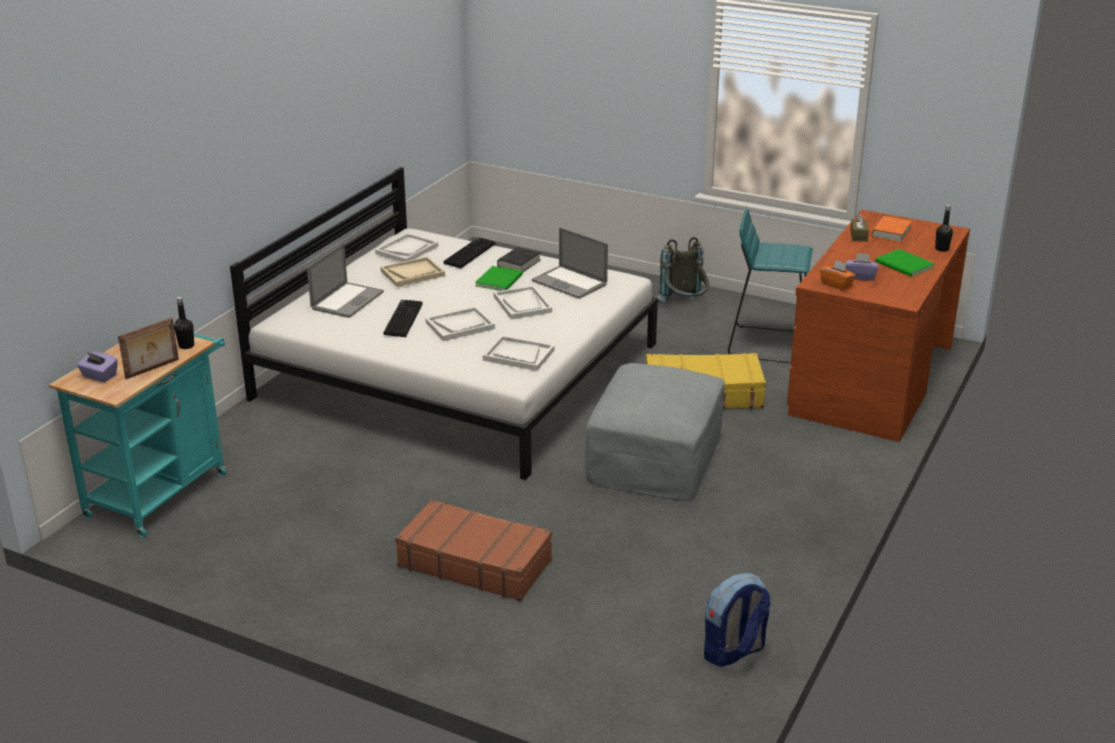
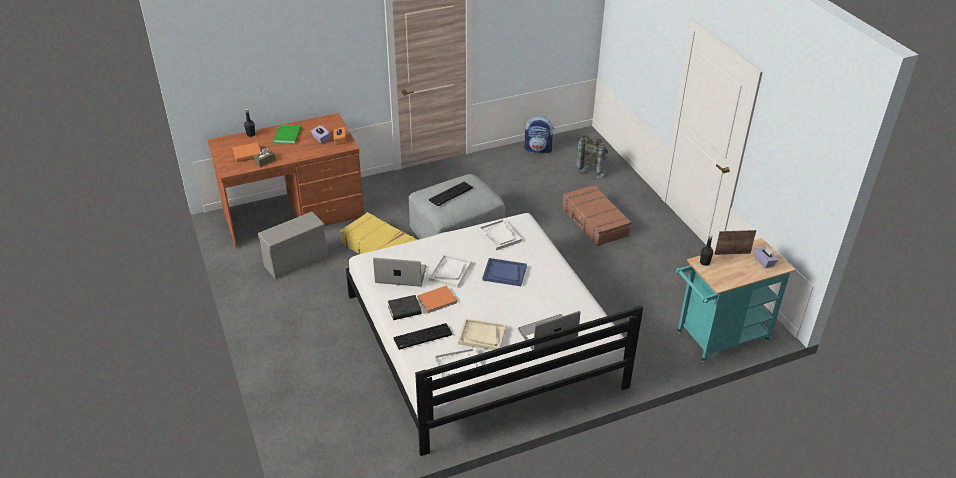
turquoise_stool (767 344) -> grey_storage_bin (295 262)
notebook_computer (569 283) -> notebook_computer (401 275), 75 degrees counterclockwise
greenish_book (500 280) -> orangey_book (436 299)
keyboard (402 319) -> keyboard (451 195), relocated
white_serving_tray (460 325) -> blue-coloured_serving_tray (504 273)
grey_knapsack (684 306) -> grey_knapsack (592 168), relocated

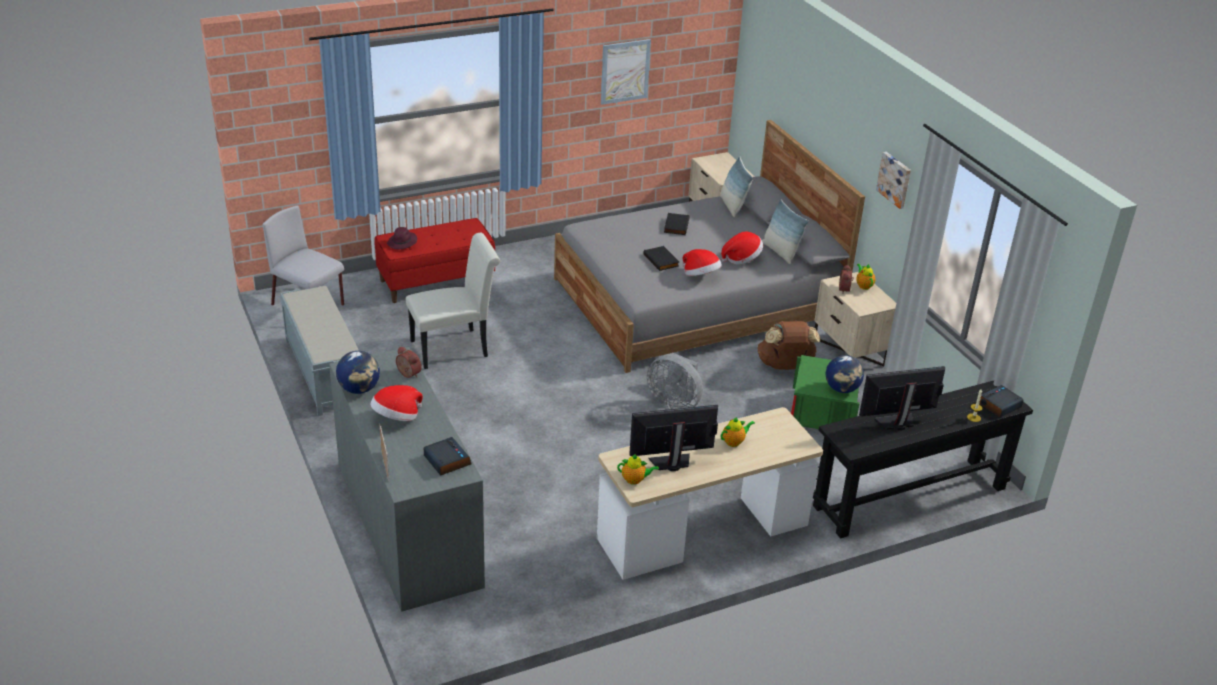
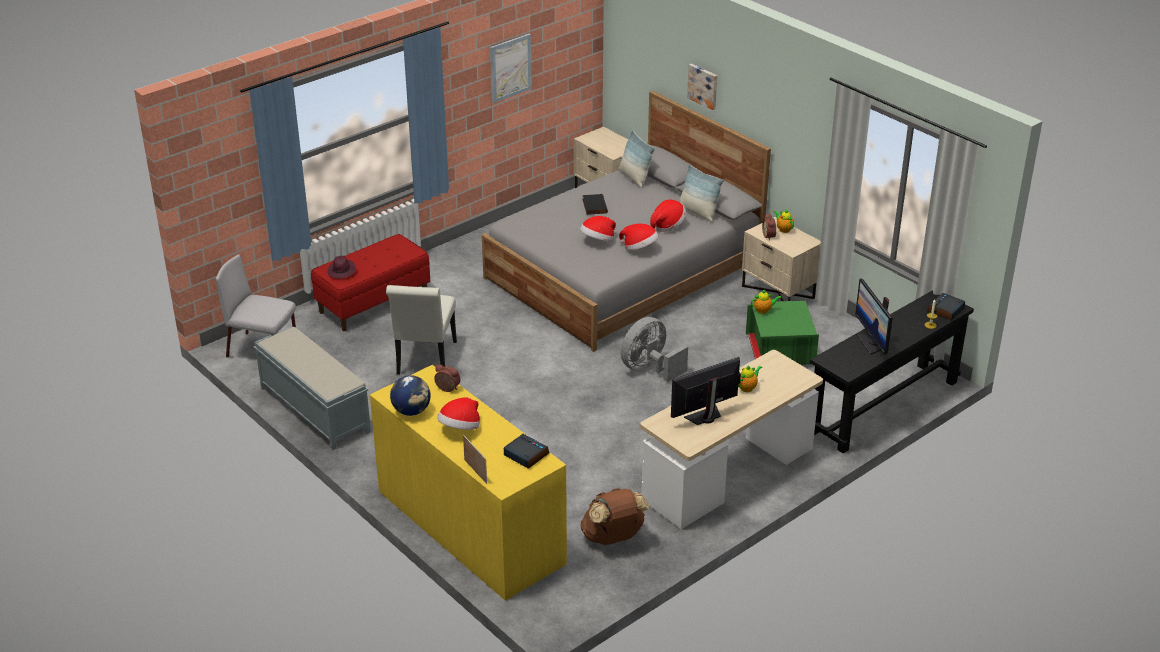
grey_dresser (408 524) -> yellowish_dresser (470 526)
white_chair (455 348) -> white_chair (425 361), 135 degrees clockwise
black-coloured_book (662 260) -> hat (598 241)
brown_knapsack (785 366) -> brown_knapsack (613 538), relocated
grey_cooling_fan (674 403) -> grey_cooling_fan (649 369), 120 degrees clockwise
wall_picture (895 179) -> wall_picture (703 86), relocated
teapot (635 480) -> teapot (763 310), relocated
computer_screen (897 423) -> computer_screen (871 343), 75 degrees counterclockwise
globe (842 389) -> none

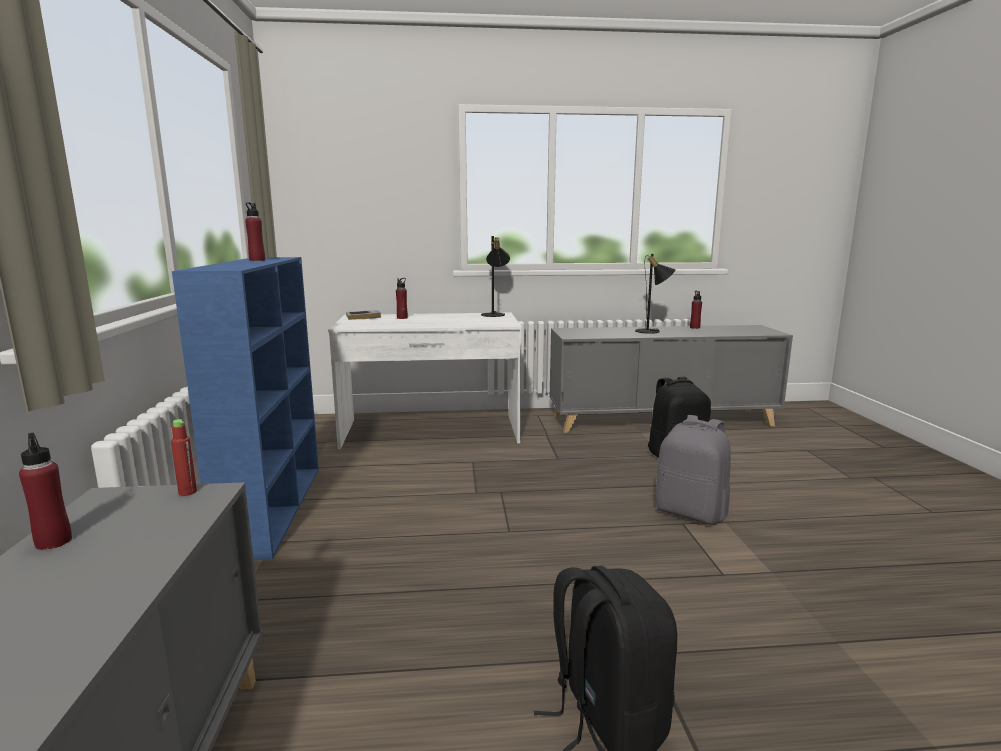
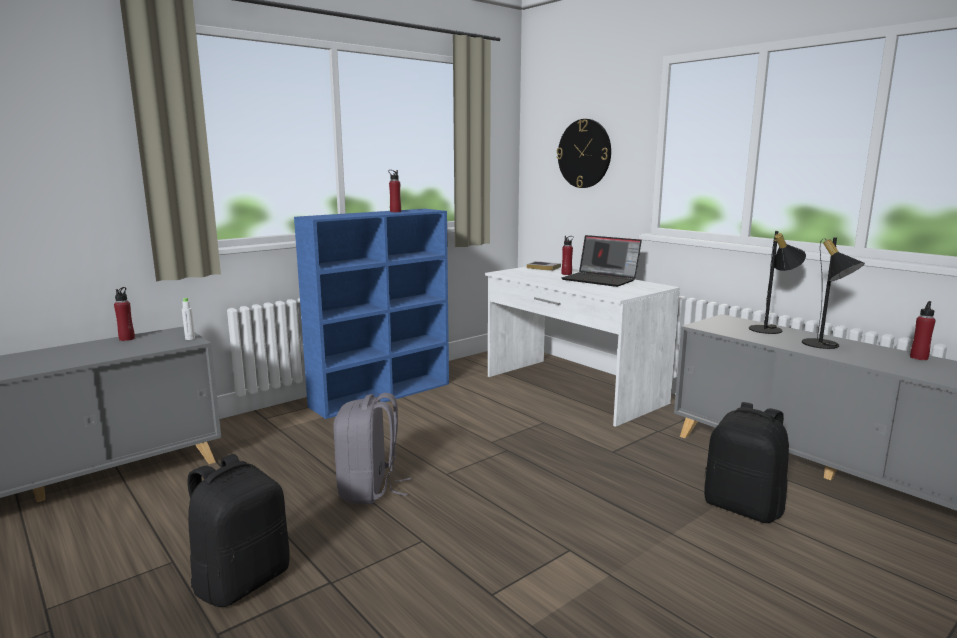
red_bottle (187 492) -> white_bottle (190 338)
grey_knapsack (691 512) -> grey_knapsack (369 490), relocated
none -> clock_on_the_wall (584 153)
none -> notebook_computer (601 280)
black-coloured_lamp_for_a_table (495 314) -> black-coloured_lamp_for_a_table (771 329), relocated

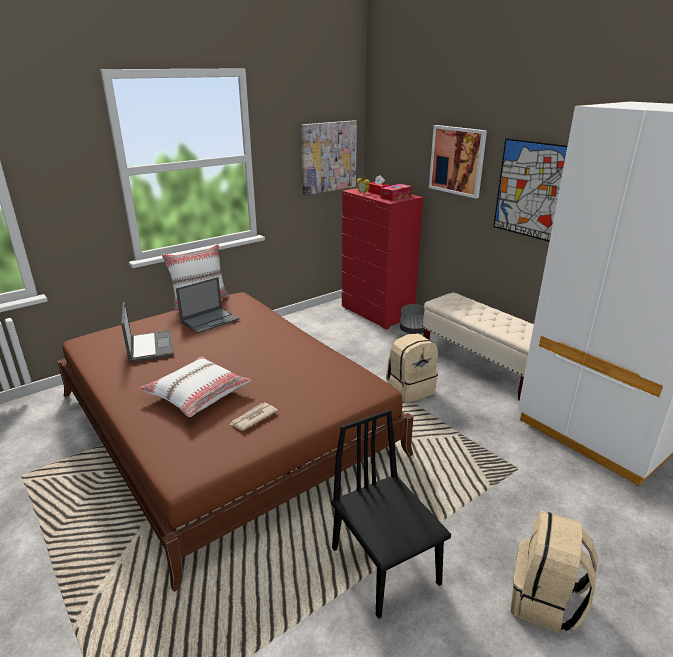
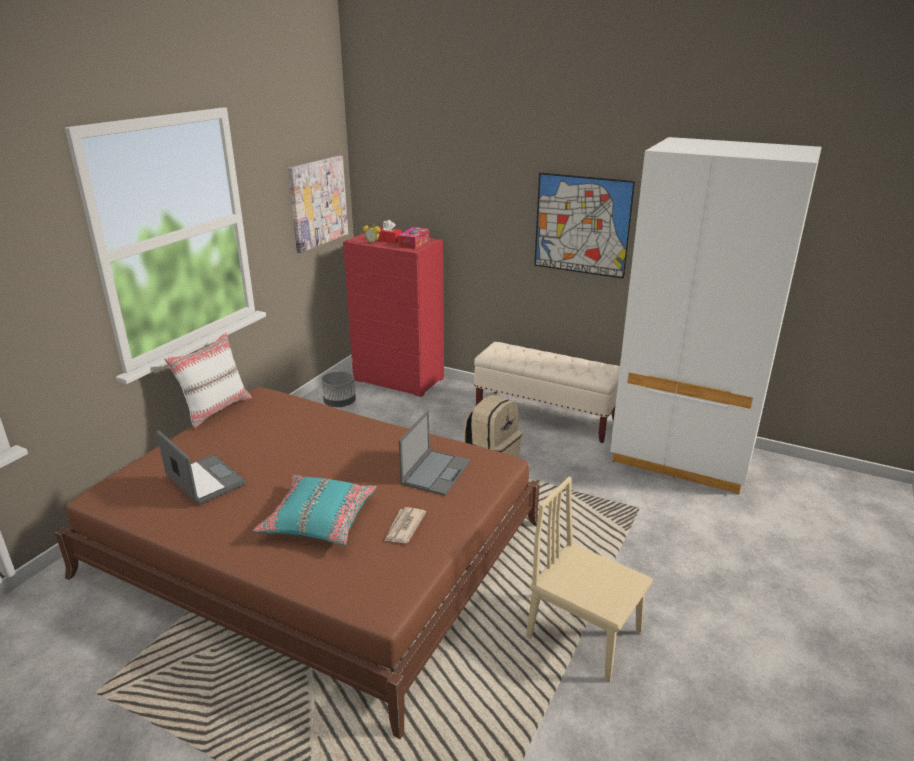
white_pillow (197 394) -> turquoise_pillow (319 519)
grey_flower_pot (413 331) -> grey_flower_pot (340 403), relocated
notebook_computer (210 320) -> notebook_computer (436 472), relocated
black-coloured_chair (385 566) -> beige_chair (584 635)
wall_picture (457 160) -> none
beige_knapsack (545 601) -> none

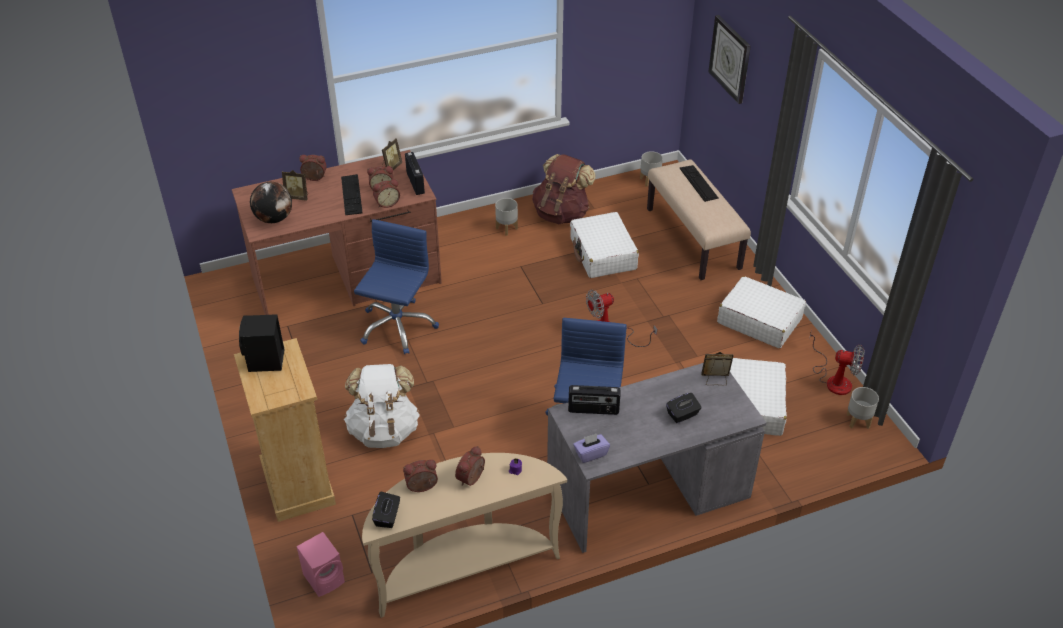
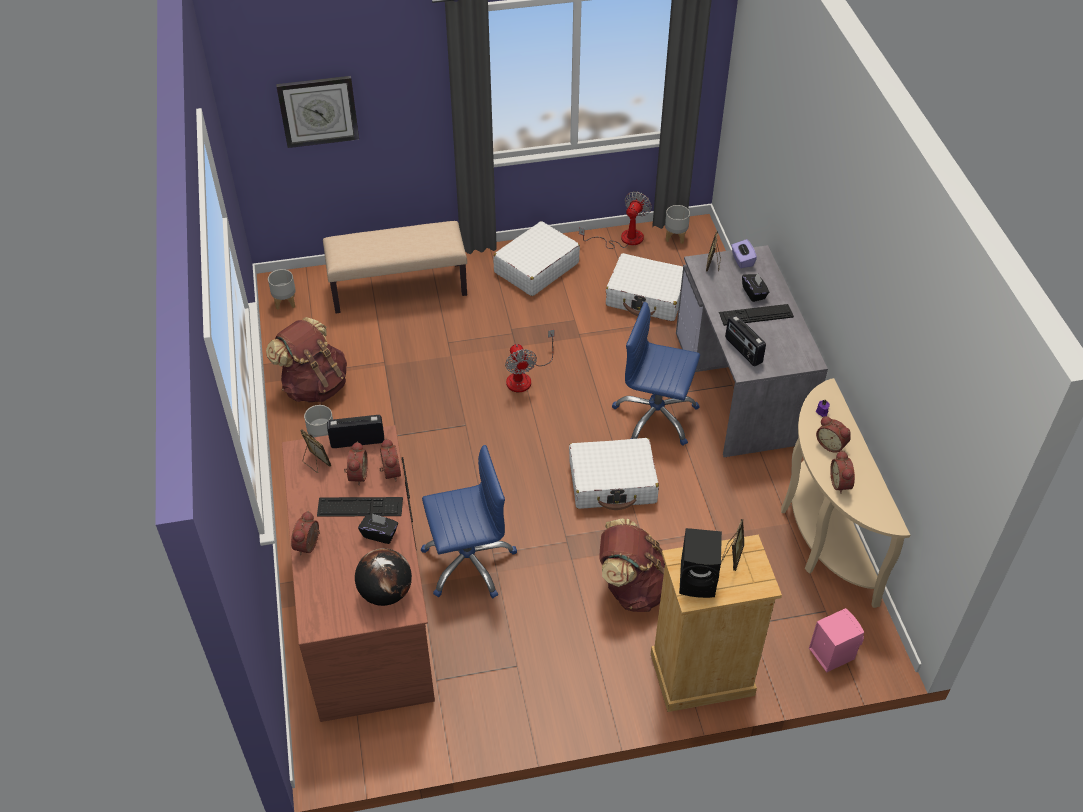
black-coloured_tissue_box (387 517) -> black-coloured_tissue_box (379 534), relocated
blue-coloured_desk_chair (397 326) -> blue-coloured_desk_chair (468 562), 135 degrees clockwise
white_travel_case (603 254) -> white_travel_case (612 482), relocated
white_knapsack (384 430) -> brown_knapsack (633 587)
keyboard (698 183) -> keyboard (756 314), relocated
photo_frame (297 197) -> photo_frame (731 556), relocated
radio_set (593 410) -> radio_set (743 350), 135 degrees clockwise
purple-coloured_tissue_box (590 453) -> purple-coloured_tissue_box (742 260), relocated

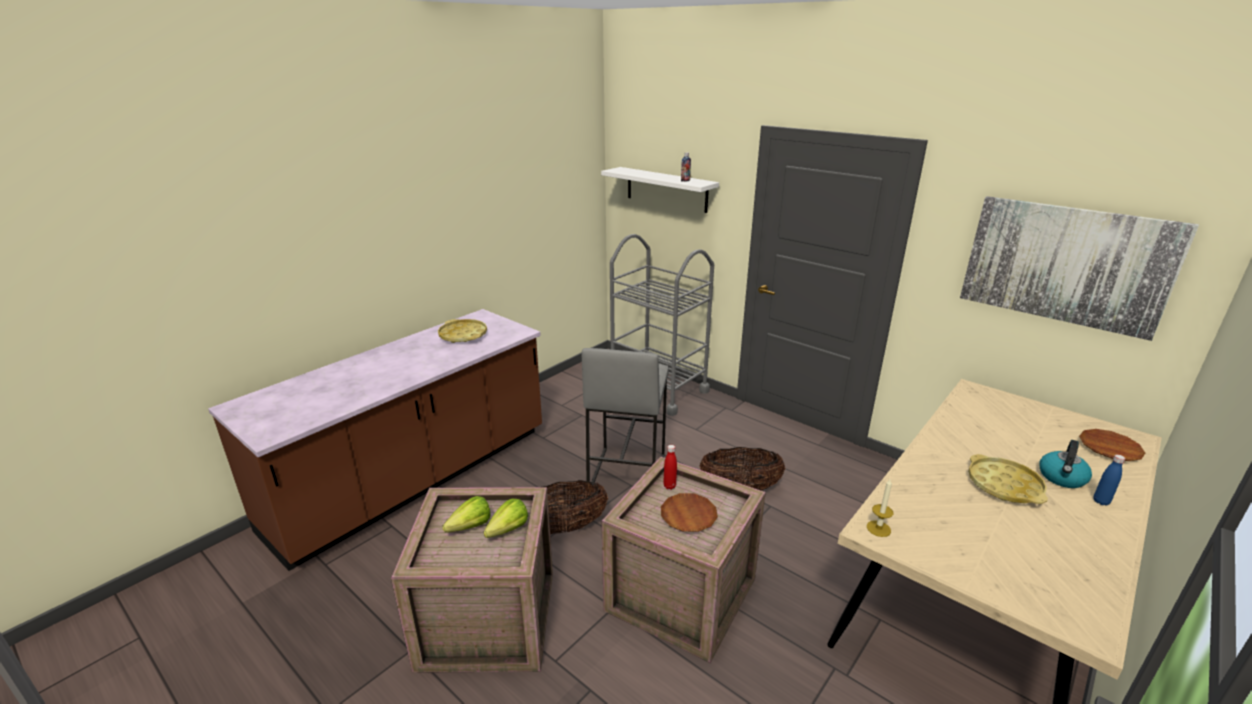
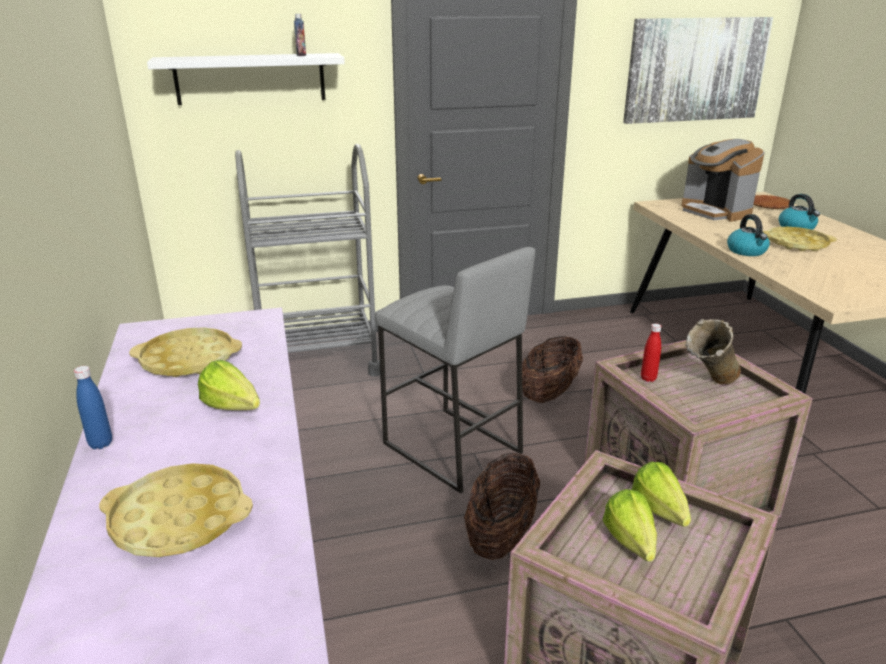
blue-coloured_bottle (1101 501) -> blue-coloured_bottle (101 444), relocated
none -> yellowish_serving_tray (179 518)
none -> lettuce (234 410)
none -> coffee_brewer (715 211)
brown_flat_dish (688 515) -> beige_decorative_vase (708 386)
none -> water_kettle (747 251)
wax_candle (878 528) -> none

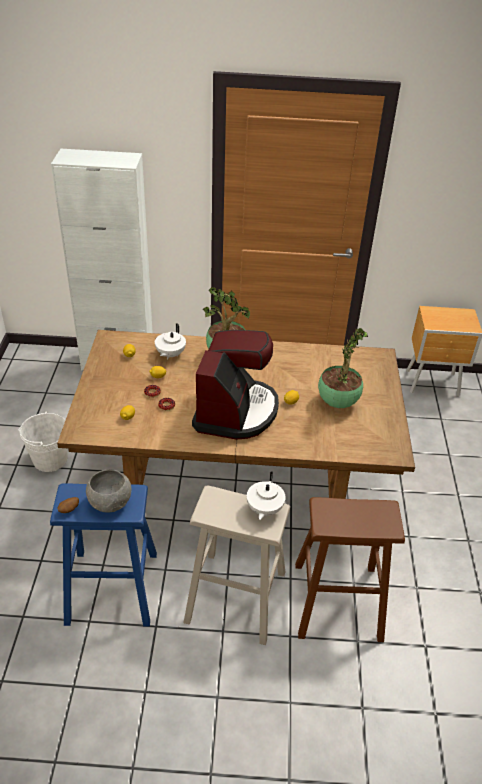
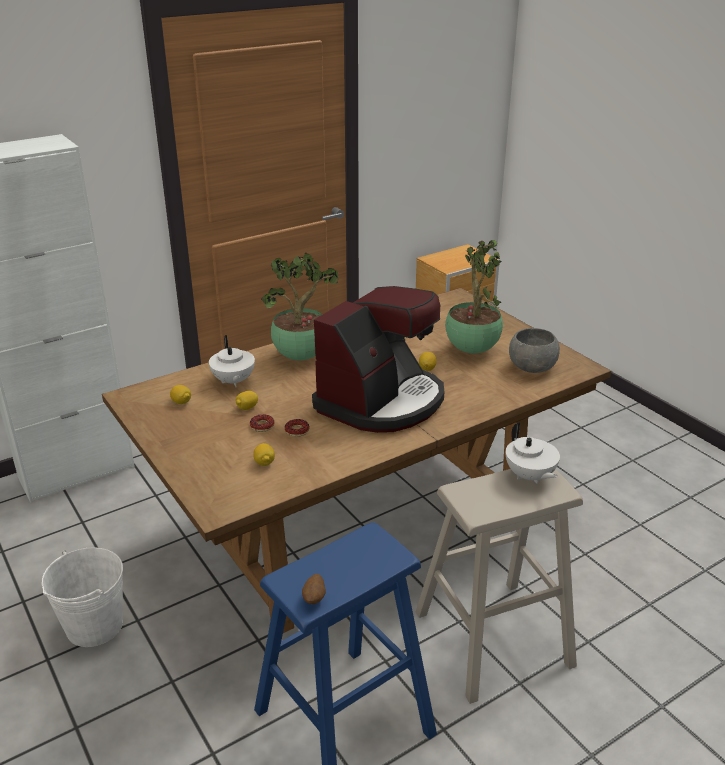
coffee_brewer (235 411) -> coffee_brewer (382 401), 60 degrees clockwise
grey_bowl (110 502) -> grey_bowl (532 367), relocated
brown_stool (337 601) -> none

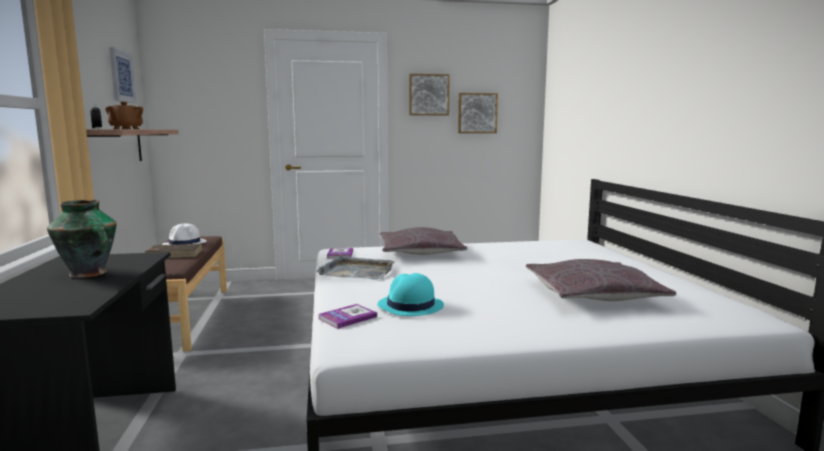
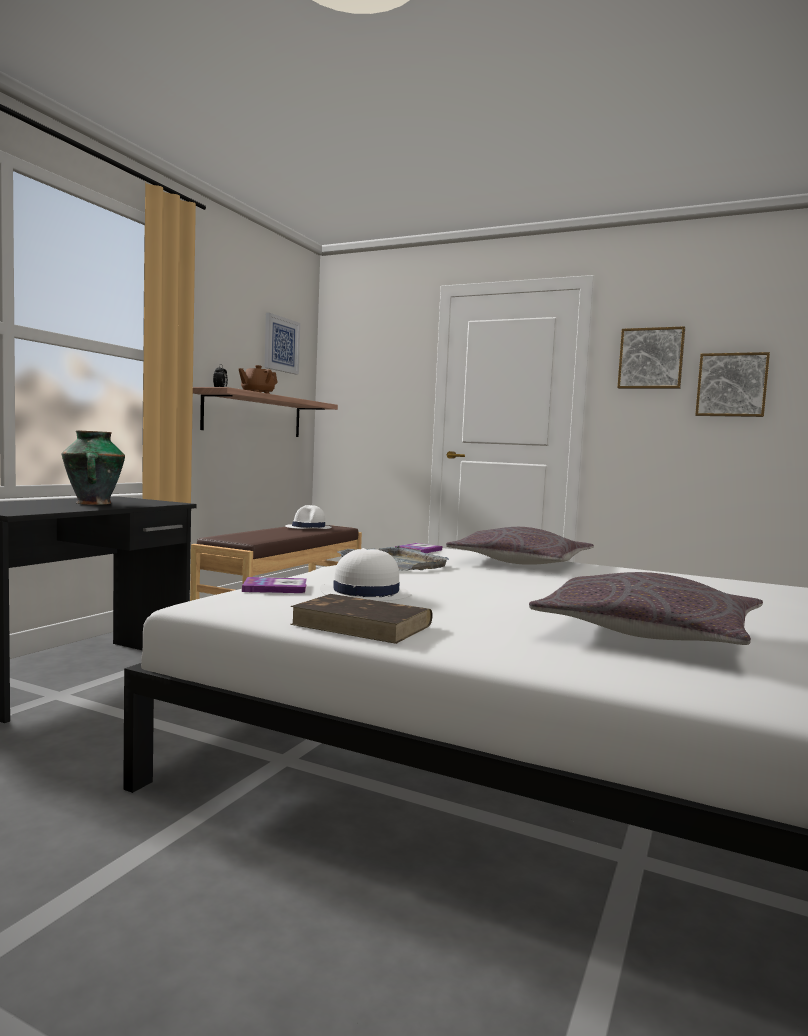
brown_book (175 254) -> brown_book (363 625), relocated
turquoise_hat (410 306) -> white_hat (365 594)

